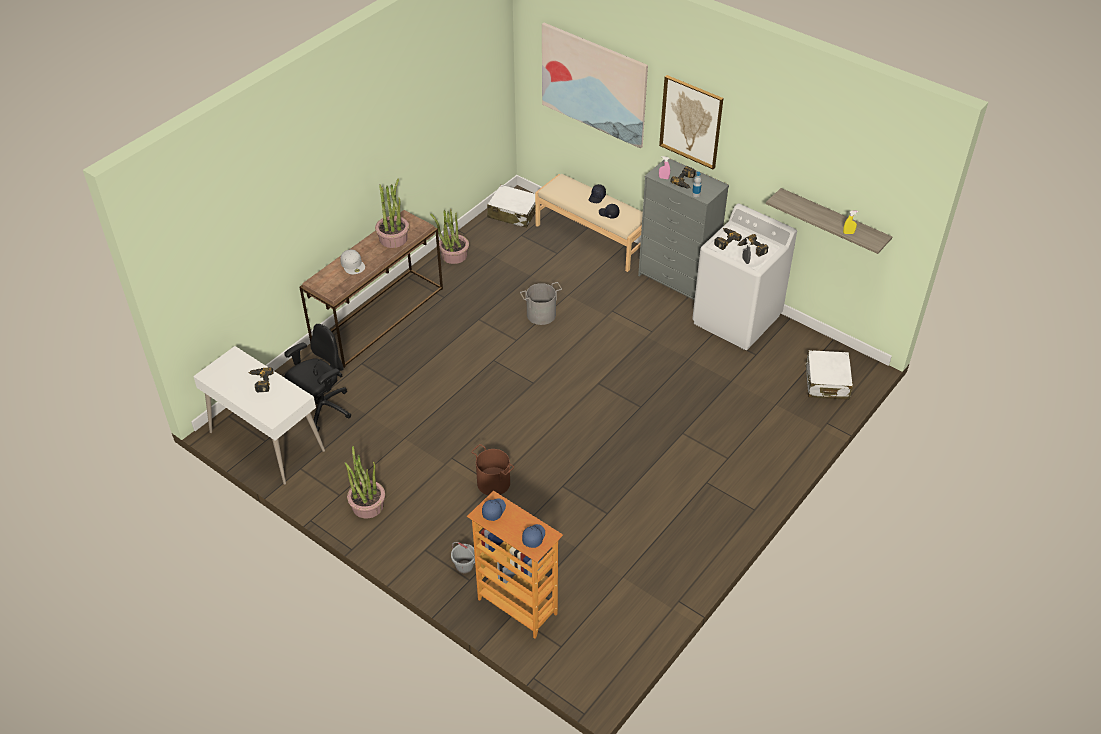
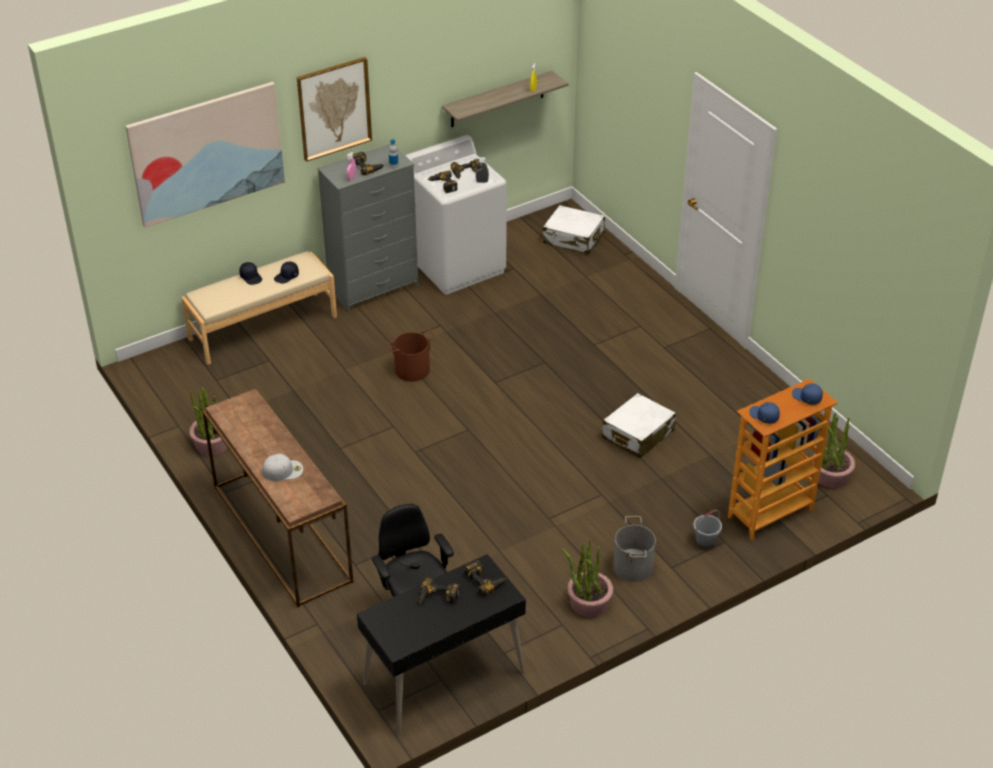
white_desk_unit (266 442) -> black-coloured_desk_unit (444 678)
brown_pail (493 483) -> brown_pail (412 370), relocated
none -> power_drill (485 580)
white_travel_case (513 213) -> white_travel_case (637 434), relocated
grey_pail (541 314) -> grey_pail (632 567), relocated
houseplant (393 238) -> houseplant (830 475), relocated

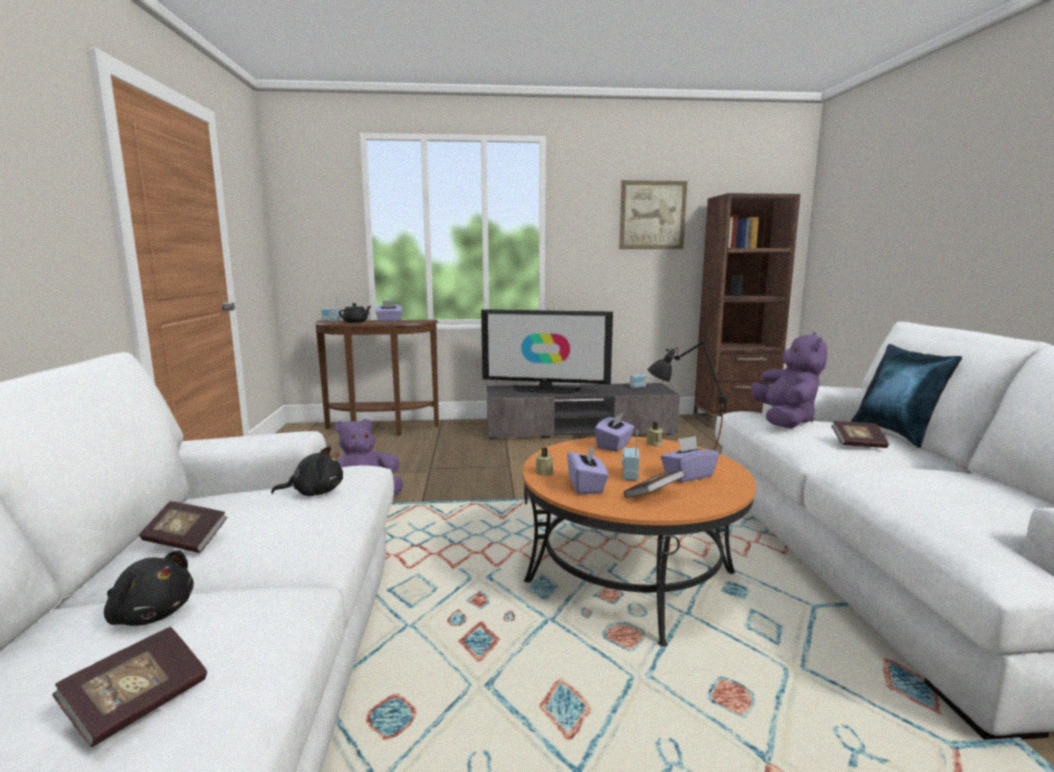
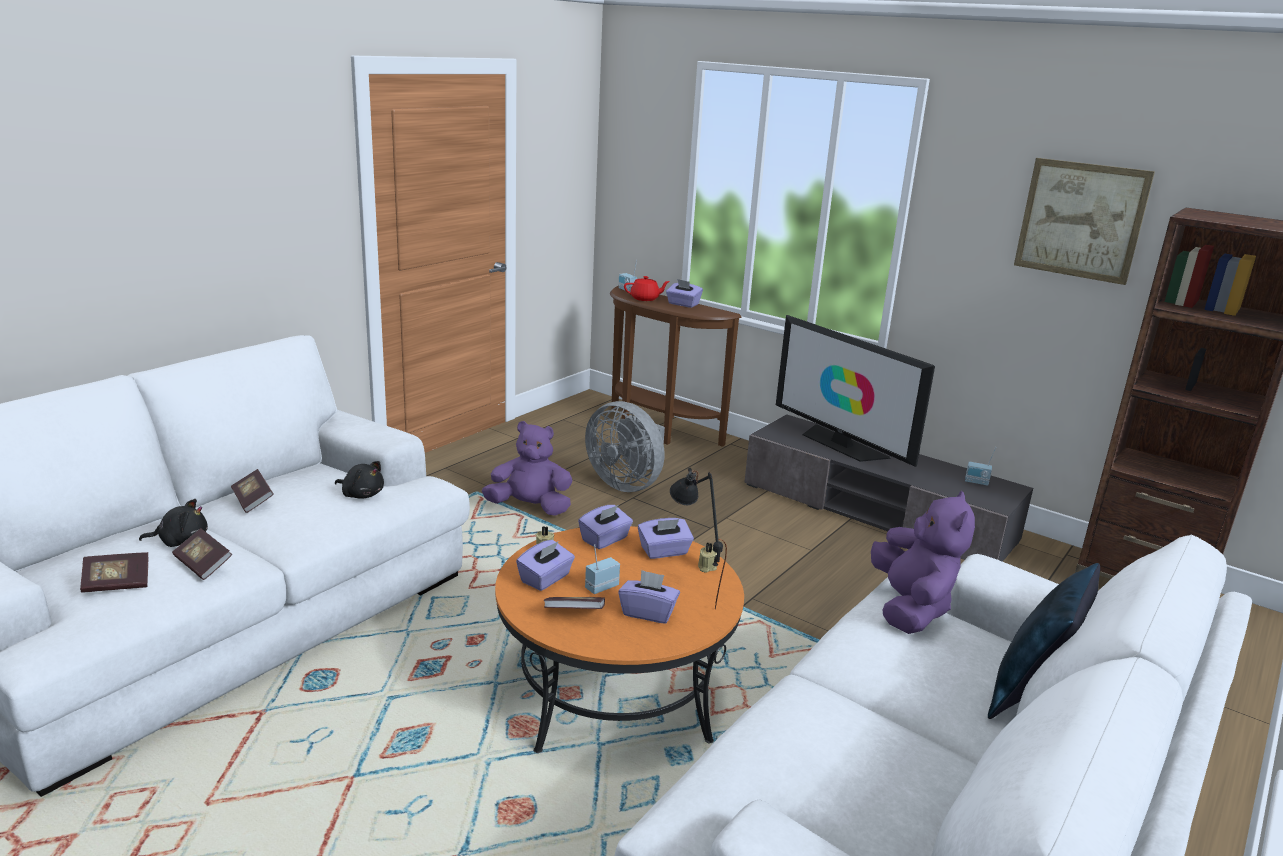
black-coloured_plush_toy (151 614) -> black-coloured_plush_toy (180 541), 75 degrees counterclockwise
book (858 444) -> book (203 565), relocated
none -> purple-coloured_tissue_box (605 539)
none -> grey_cooling_fan (627 483)
black-coloured_teapot (356 322) -> red_teapot (645 298)
purple-coloured_plush_toy (784 421) -> purple-coloured_plush_toy (910 608), 45 degrees counterclockwise

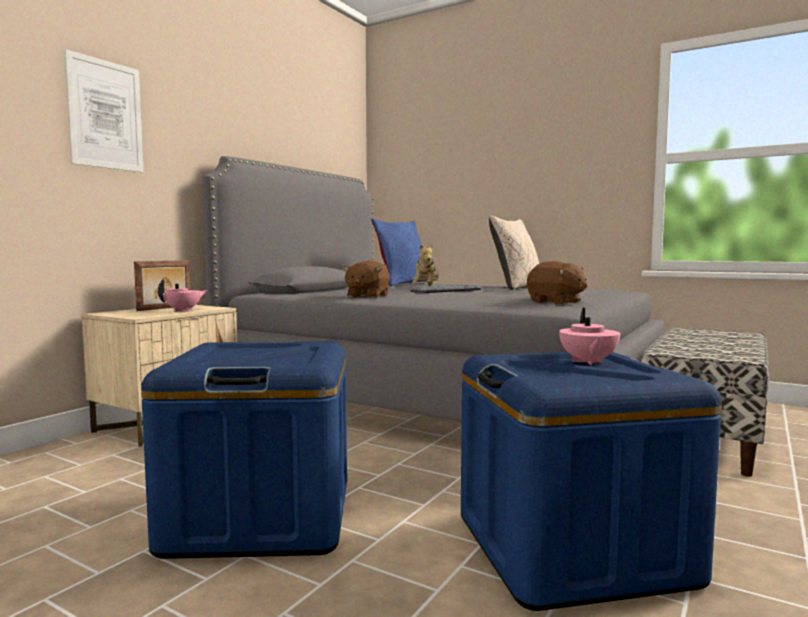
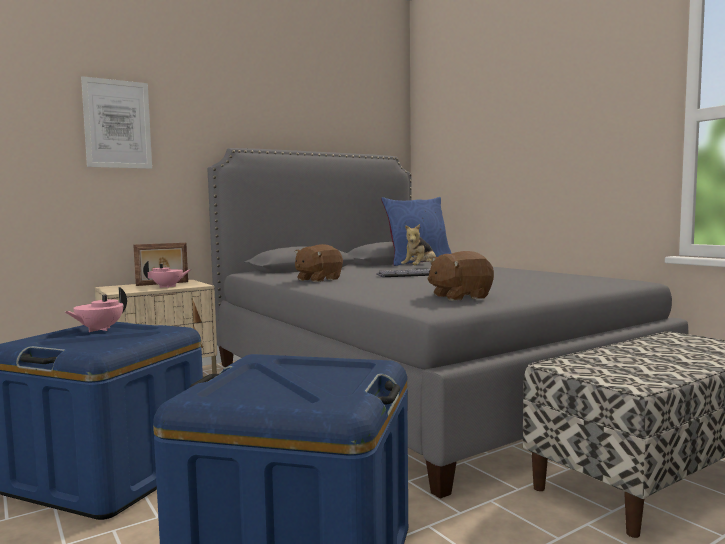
pink_teapot (587 362) -> pink_teapot (99 329), relocated
brown_plush_toy (555 302) -> brown_plush_toy (459 297), 90 degrees clockwise
beige_pillow (517 287) -> none

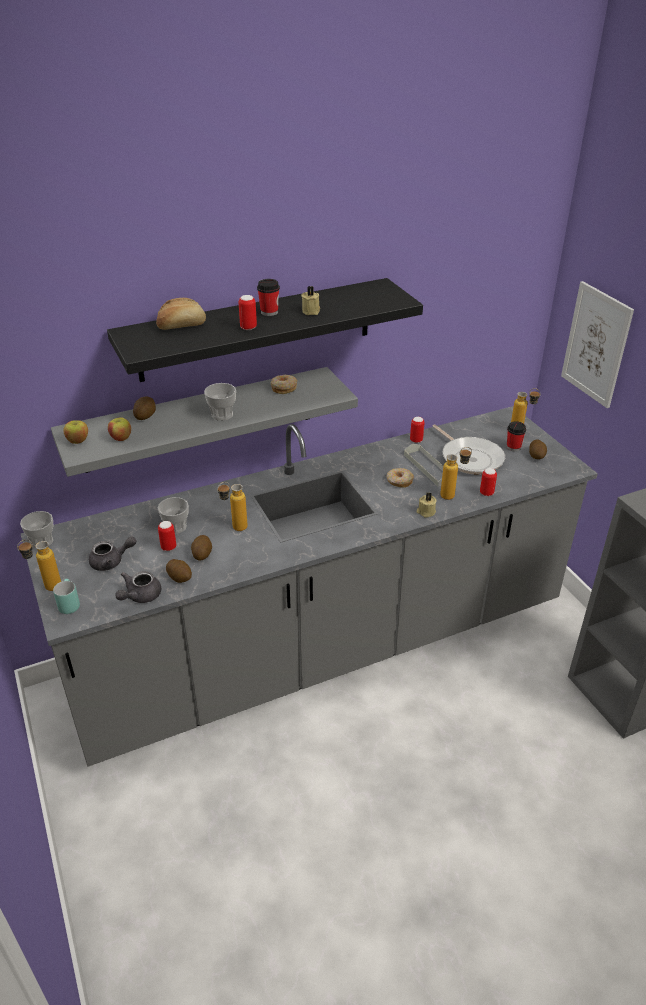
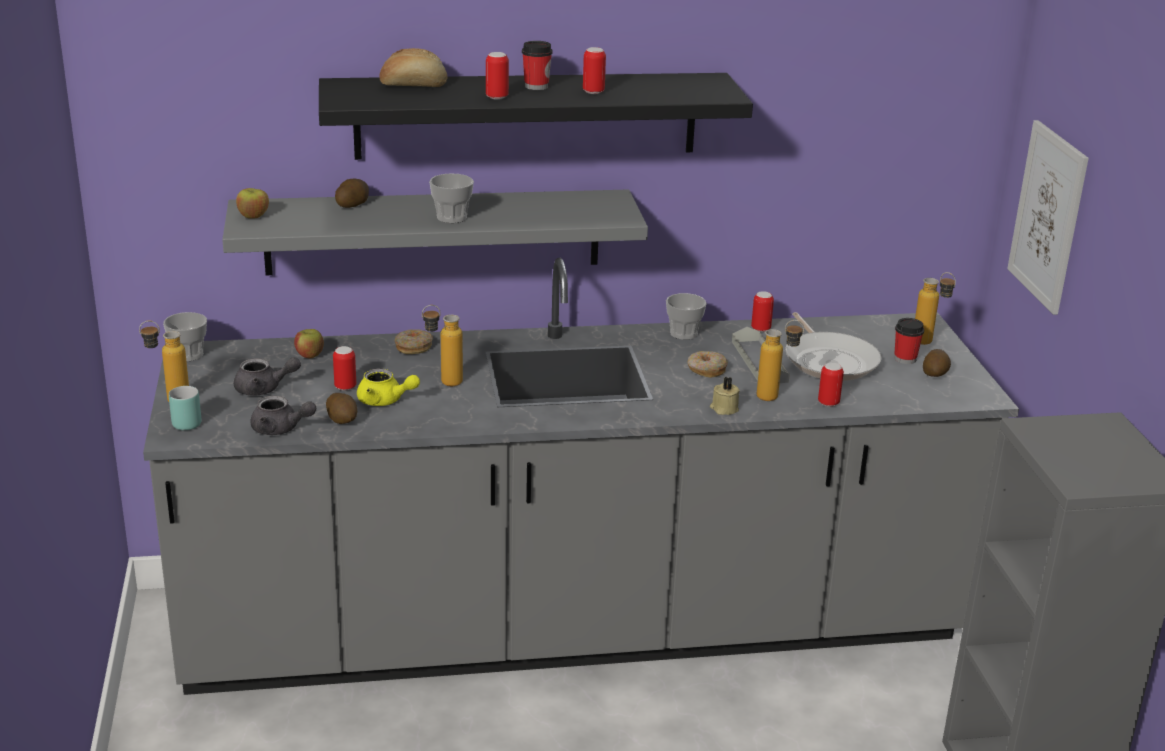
grey_teapot (140 596) -> grey_teapot (280 429), 120 degrees counterclockwise
apple (121 438) -> apple (309 355), relocated
spud (202 554) -> yellowish_teapot (385 401)
ring_doughnut (283 388) -> ring_doughnut (413 347), relocated
beige_wax_candle (311 311) -> sealed_can (593 92)
small_cup (176 527) -> small_cup (683 333), relocated

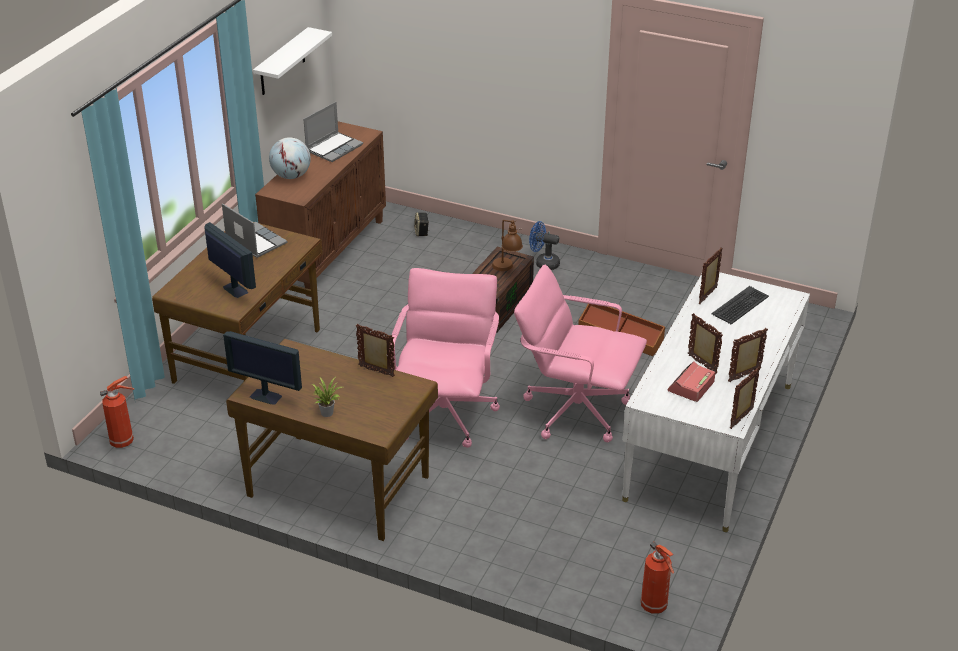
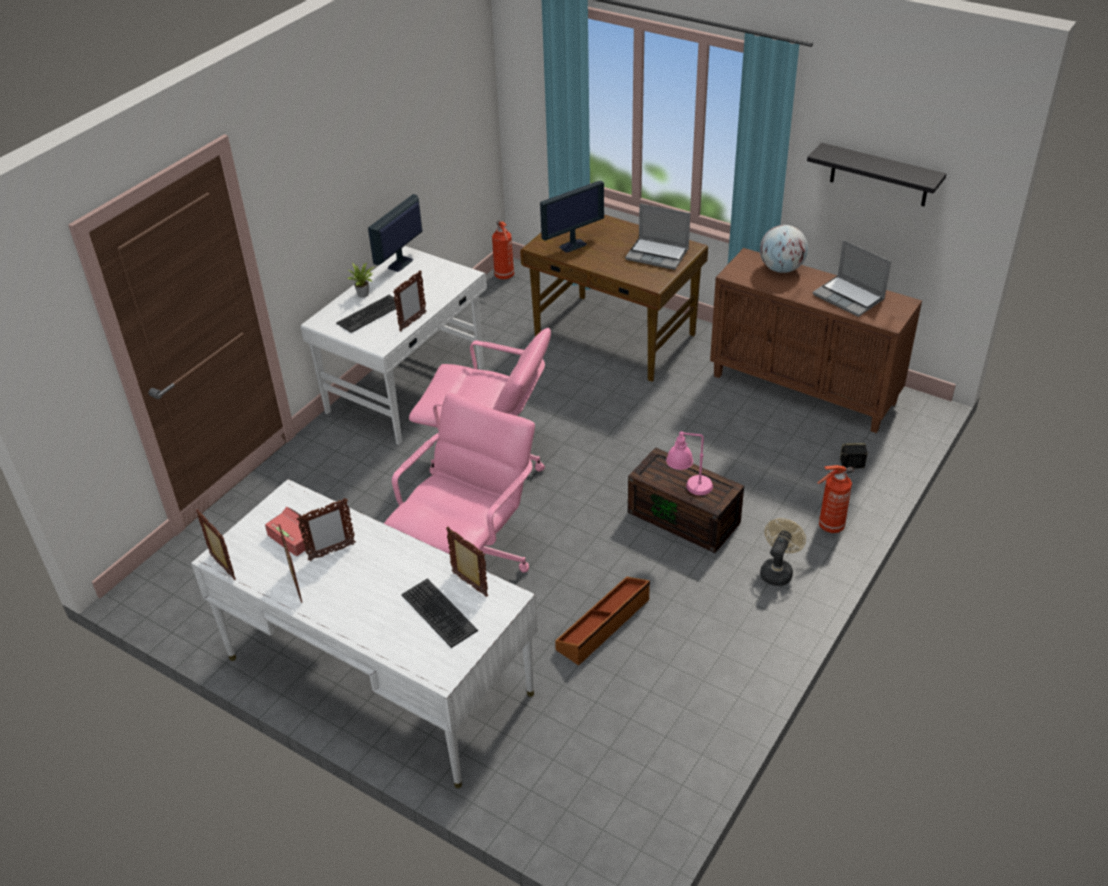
brown_desk_unit (338 485) -> white_desk_unit (408 389)
none -> keyboard (370 314)
notebook_computer (255 241) -> notebook_computer (658 254), 60 degrees clockwise
brown_lamp_for_a_table (507 269) -> pink_lamp_for_a_table (688 489)
blue-coloured_cooling_fan (543 263) -> beige_cooling_fan (778 570)
white_wall_shelf (282 62) -> black-coloured_wall_shelf (879 175)
extinguisher (655 607) -> extinguisher (829 526), relocated

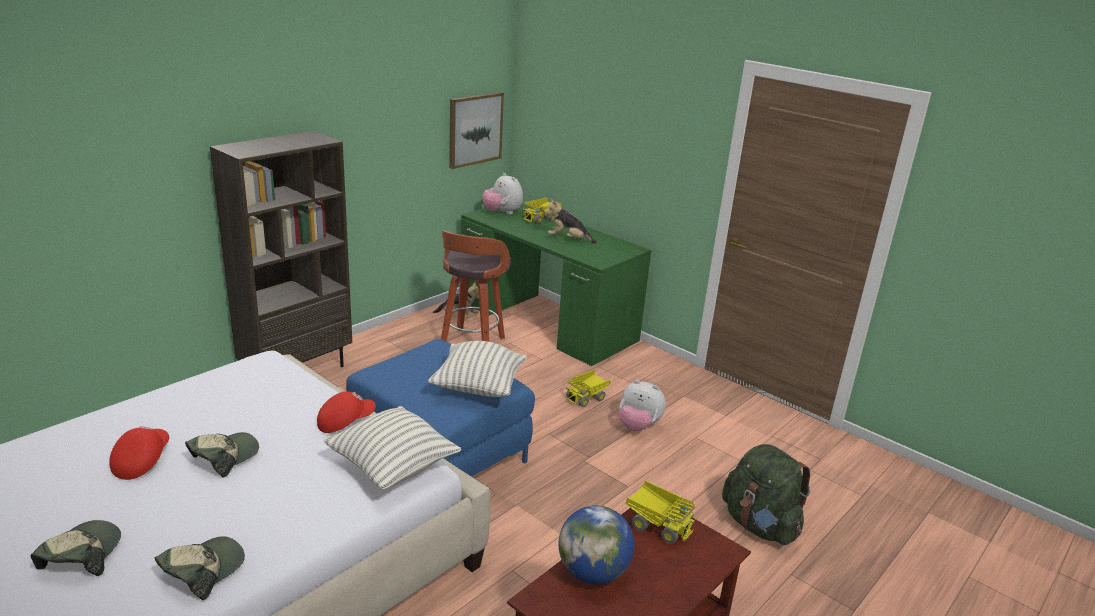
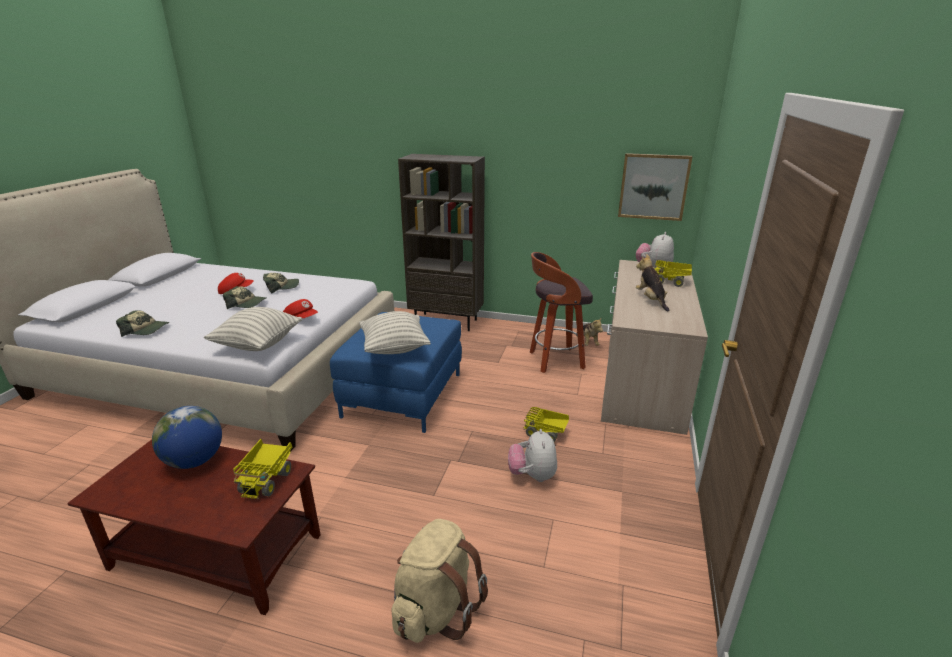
baseball_cap (80 555) -> baseball_cap (281 287), relocated
greenish_knapsack (759 525) -> beige_knapsack (436 609)
greenish_desk_unit (546 321) -> beige_desk_unit (641 378)

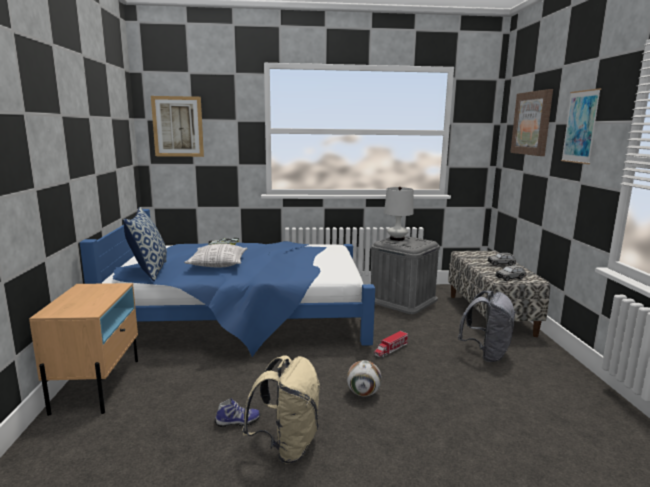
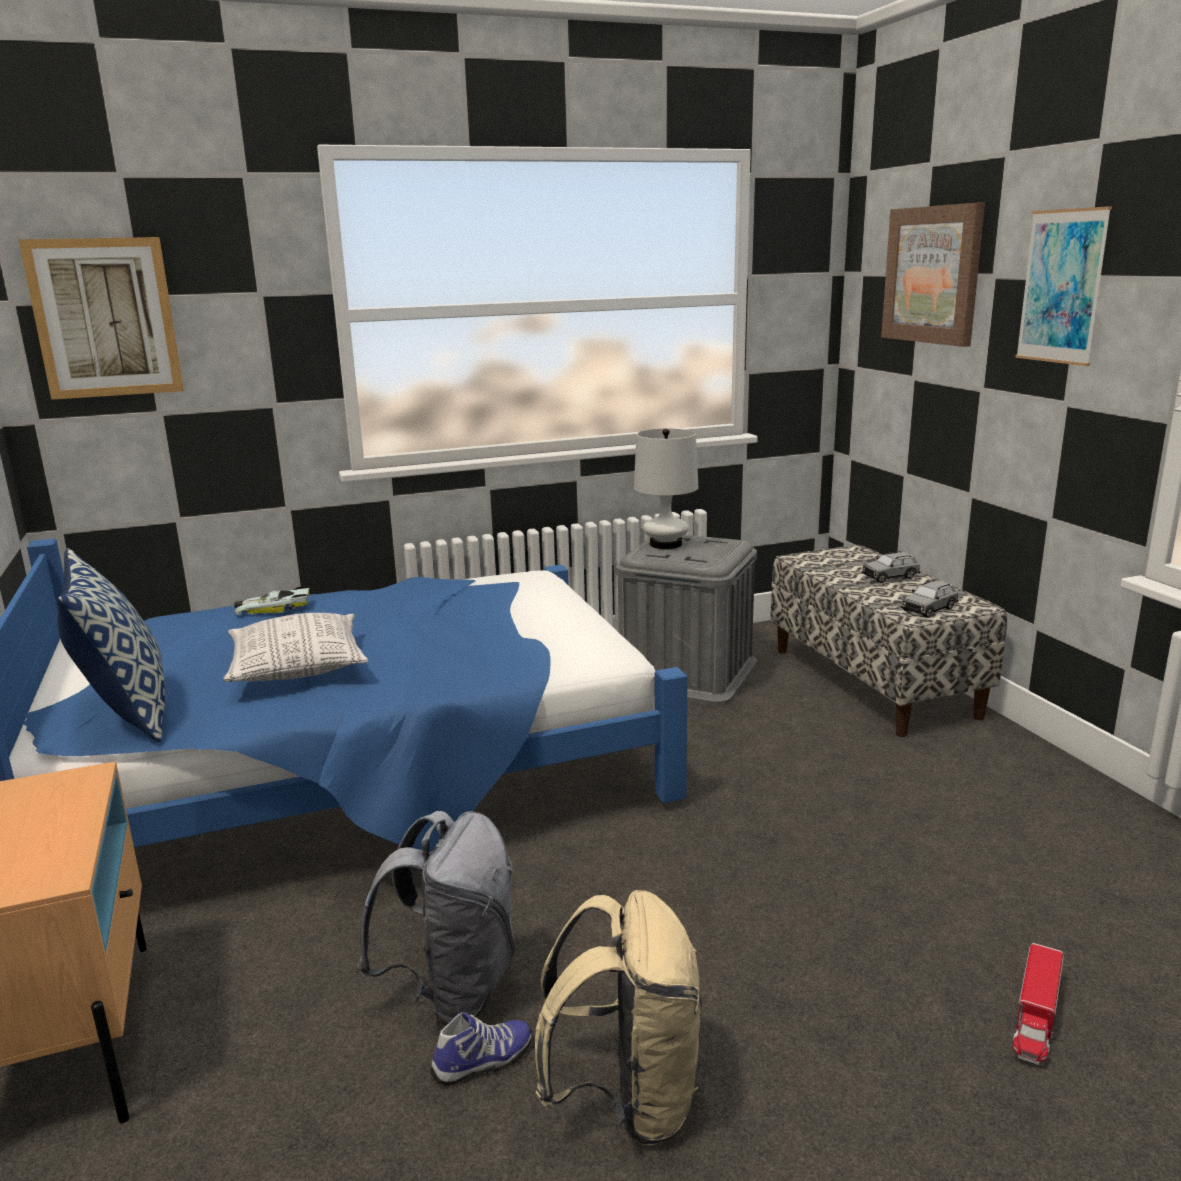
grey_knapsack (486 354) -> grey_knapsack (453 989), relocated
toy_lorry (390 350) -> toy_lorry (1035 1017), relocated
football_ball (363 393) -> none

